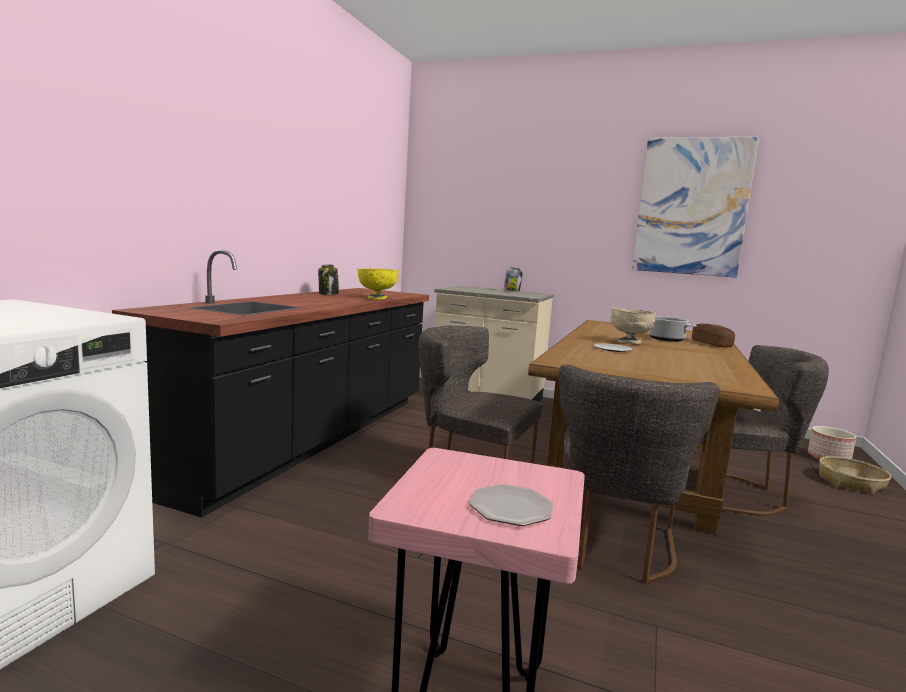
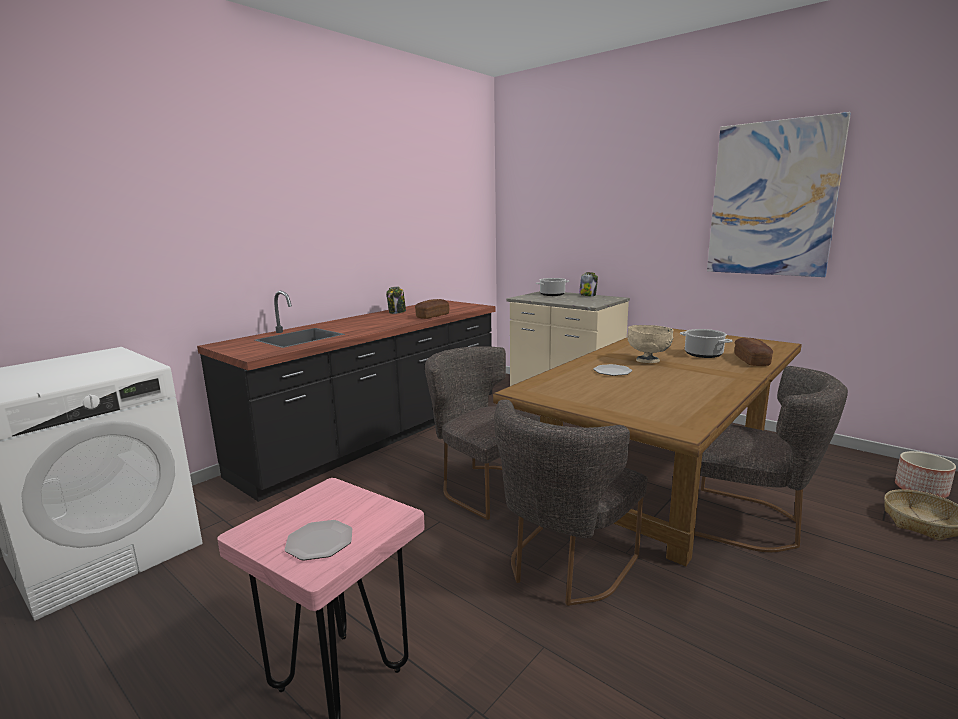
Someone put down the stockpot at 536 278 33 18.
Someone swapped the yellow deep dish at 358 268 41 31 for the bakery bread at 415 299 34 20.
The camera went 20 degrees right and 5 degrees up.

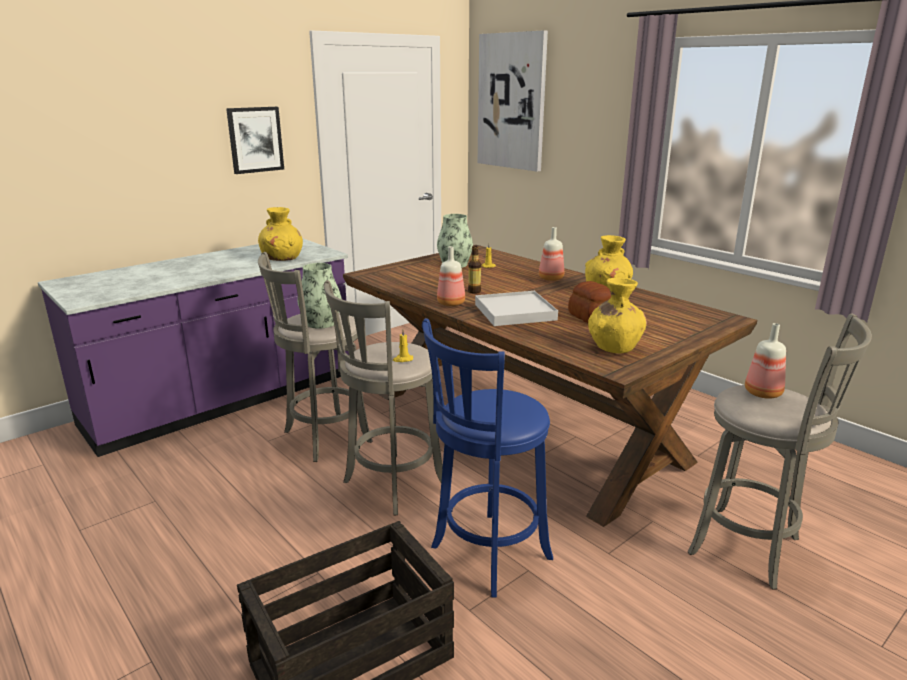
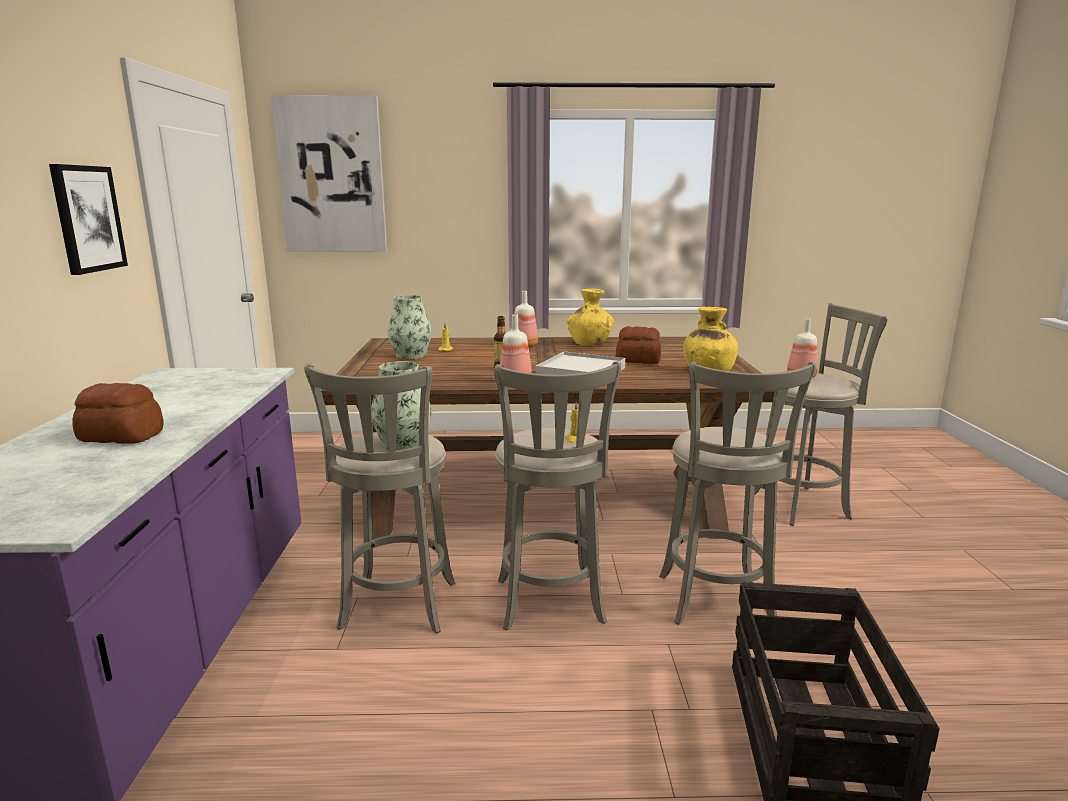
Someone took away the yellow flower vase at 258 207 45 54.
Someone put down the bakery bread at 72 383 91 61.
Someone repainted the blue-coloured sitting stool at 422 318 131 280, which became the grey sitting stool at 659 361 157 264.
The camera went 50 degrees left and 5 degrees down.

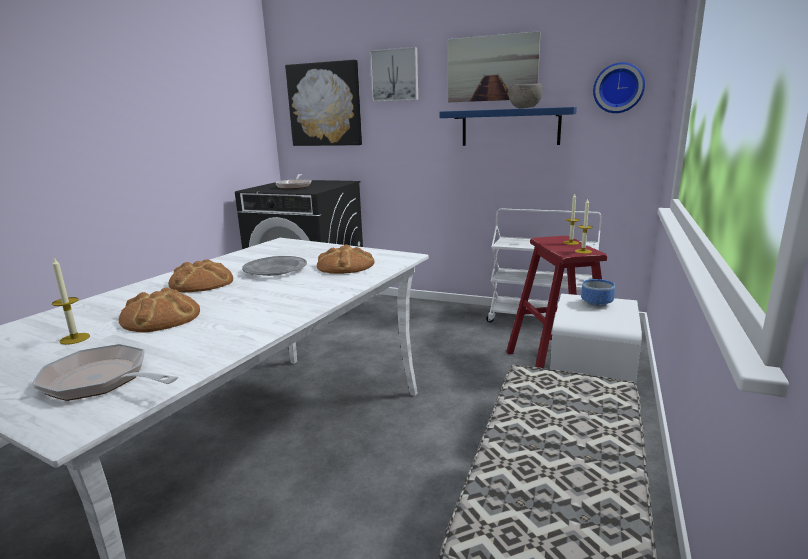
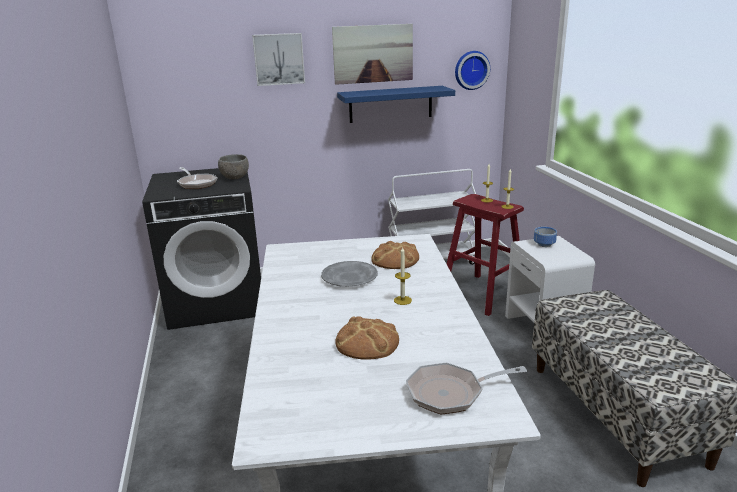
Someone took away the bakery bread at 168 259 65 34.
Someone took away the wall art at 285 60 77 86.
Someone carried the candle from 52 258 38 87 to 394 247 18 58.
Someone carried the grey deep dish from 508 83 35 25 to 218 154 31 25.
The camera went 35 degrees left and 5 degrees up.

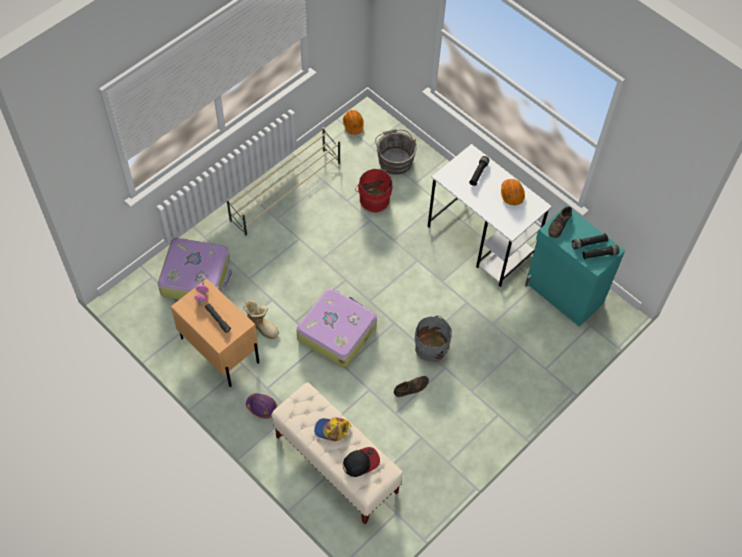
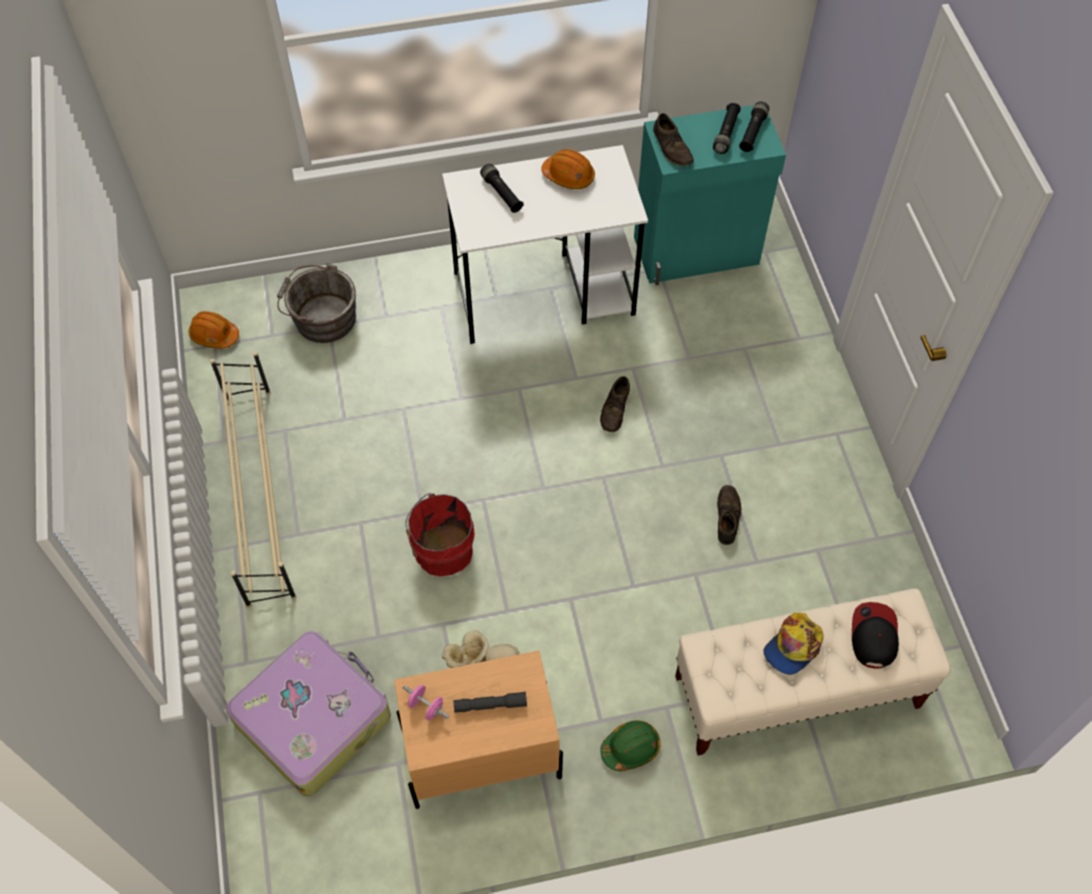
Someone took away the suitcase at 296 288 81 79.
Someone took away the grey bucket at 414 315 38 47.
Someone put down the brown-coloured item of footwear at 600 376 30 56.
Someone carried the red bucket from 355 169 38 44 to 405 493 70 84.
Someone repainted the purple hard hat at 246 393 31 26, which became the greenish hard hat at 600 720 61 51.
The camera went 55 degrees left and 0 degrees up.

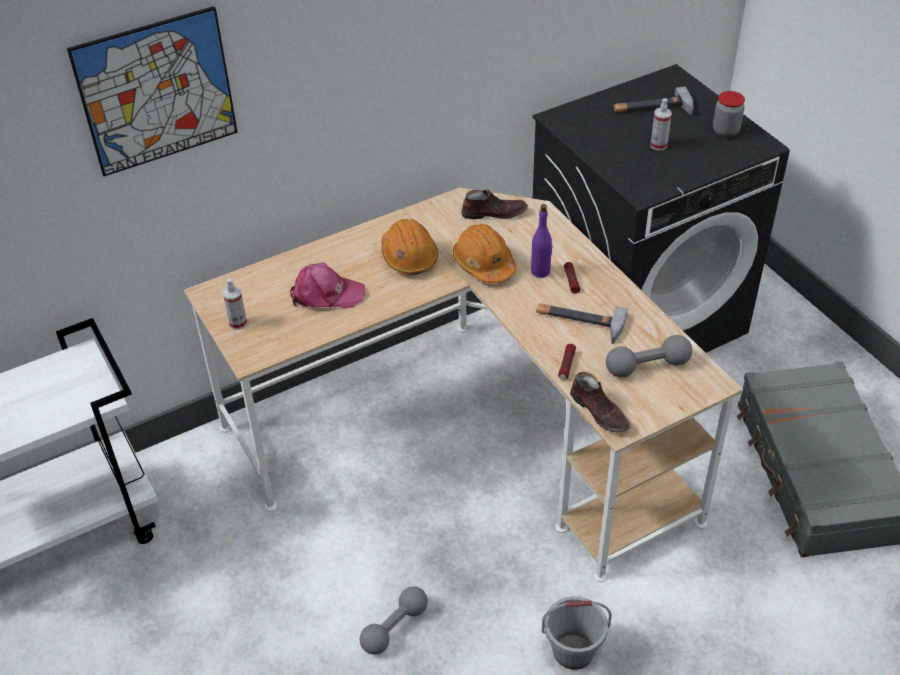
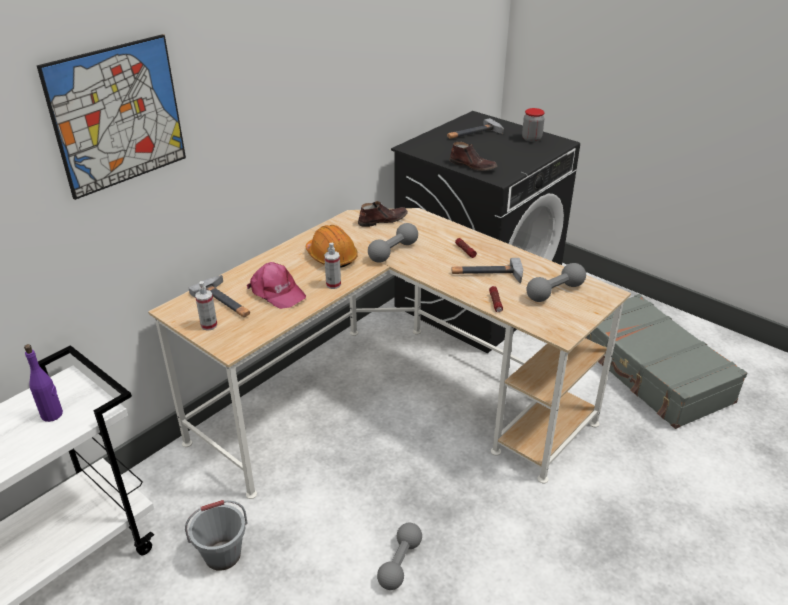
Someone put down the tool hammer at 189 275 61 42.
Someone carried the purple beverage bottle from 531 204 22 74 to 24 344 39 78.
Someone carried the grey bucket from 542 596 70 74 to 185 500 63 71.
Someone carried the brown-coloured item of footwear from 570 372 60 61 to 449 142 48 29.
Someone carried the sprayer from 651 99 21 52 to 324 243 17 46.
Someone swapped the orange-coloured hard hat at 453 224 63 59 for the grey dumbbell at 368 223 50 40.
Someone rotated the pink-coloured peaked cap at 290 263 75 45 by 60 degrees clockwise.
The camera went 20 degrees left and 10 degrees down.

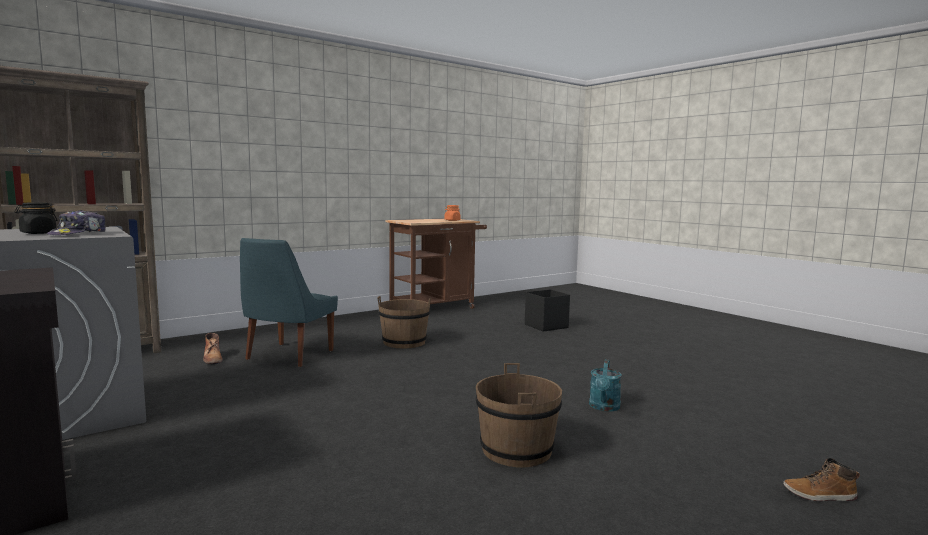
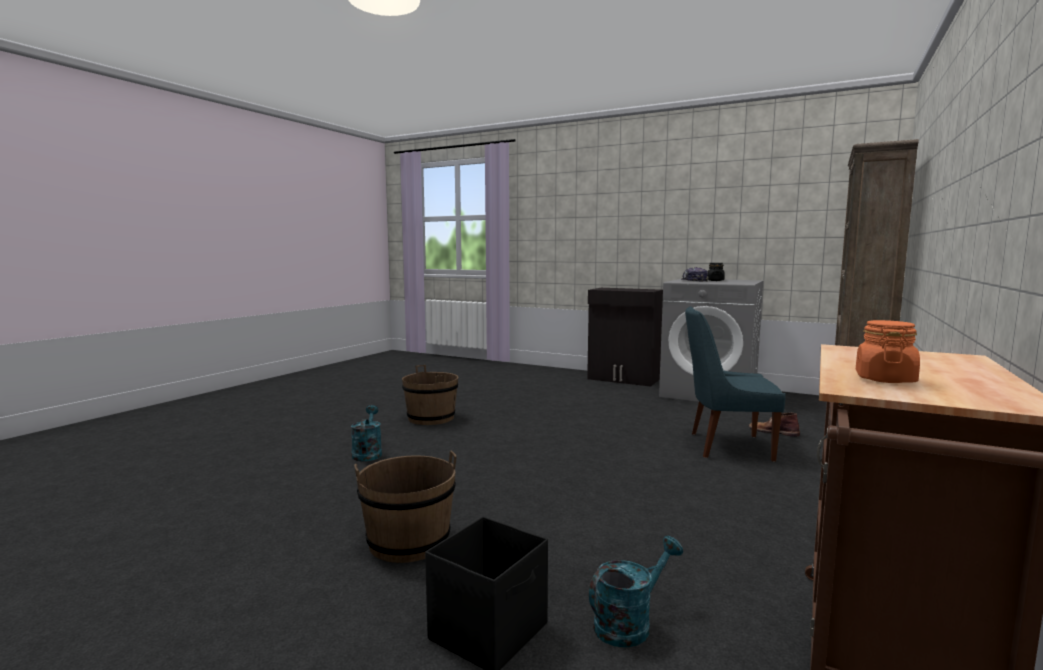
Someone took away the high-top boot at 783 458 77 43.
Someone put down the turquoise-coloured watering can at 589 536 94 111.
Someone carried the brown-coloured bucket from 378 296 53 52 to 354 450 103 113.
Someone rotated the blue-coloured upright chair at 240 238 98 129 by 75 degrees counterclockwise.
The camera went 155 degrees right and 0 degrees up.

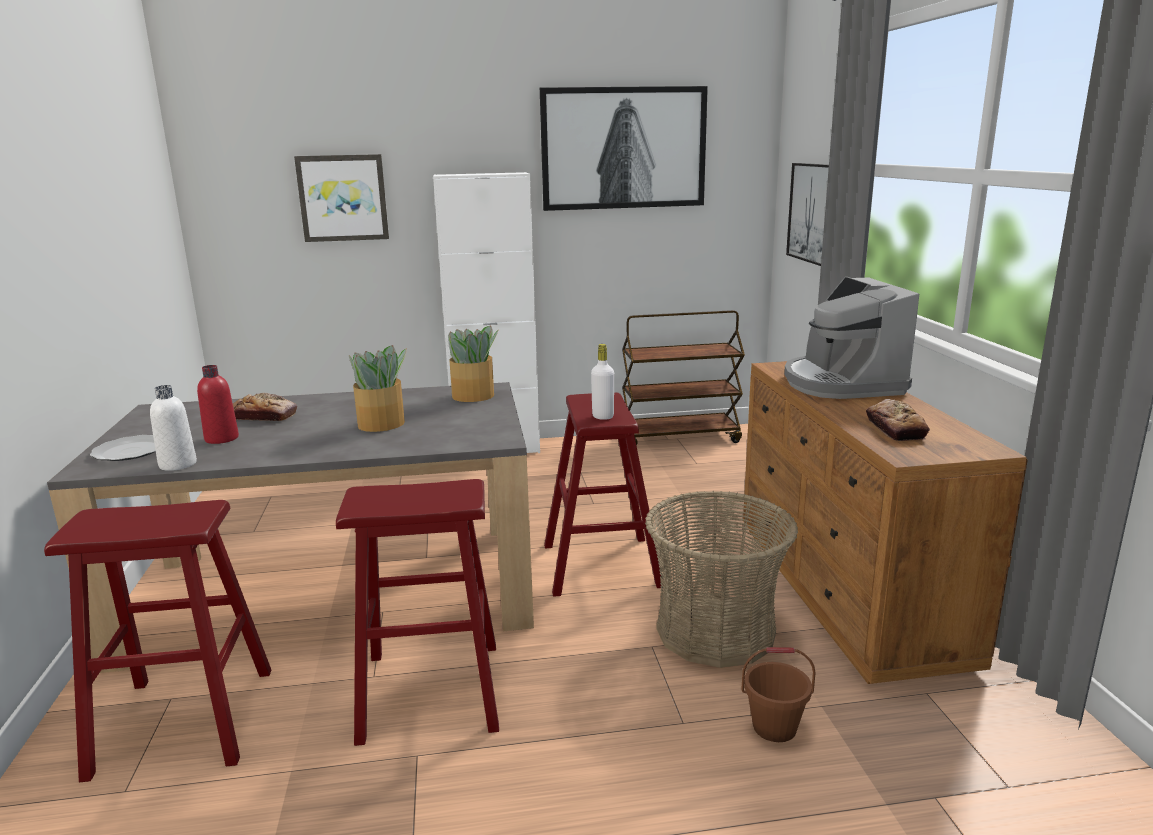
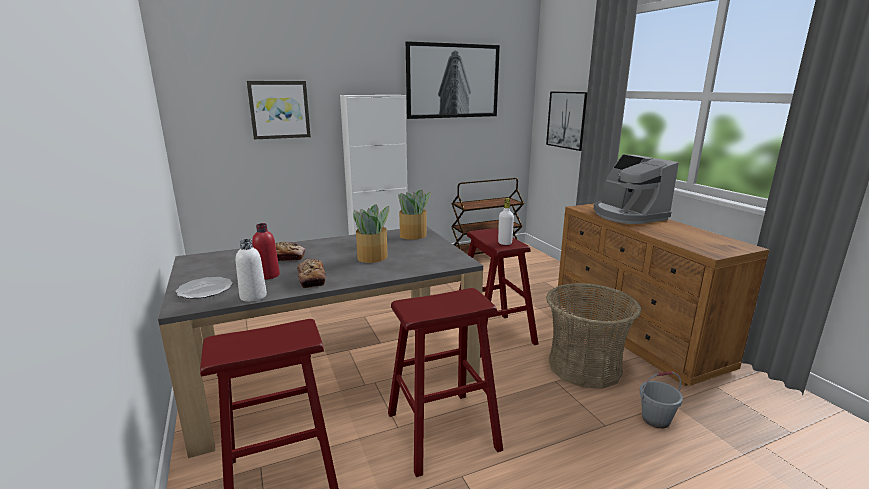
Someone carried the bakery bread from 866 399 64 42 to 297 259 29 29.
Someone repainted the brown-coloured bucket at 741 647 75 95, which became the grey bucket at 639 371 44 58.
The camera went 15 degrees left and 0 degrees up.

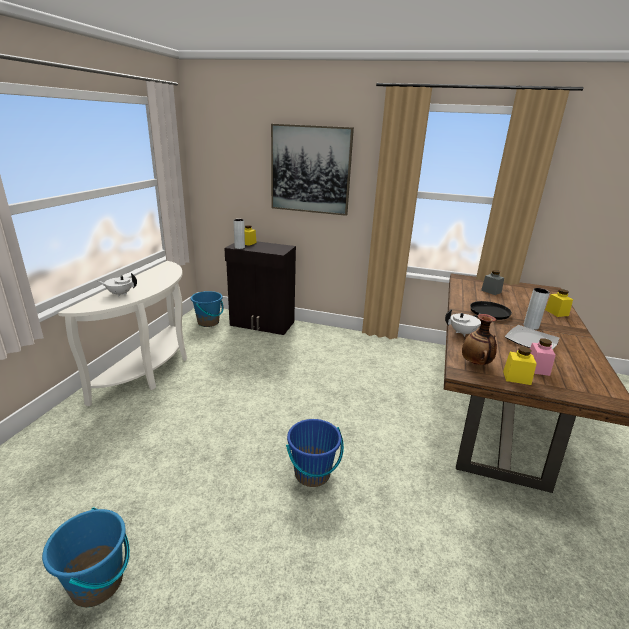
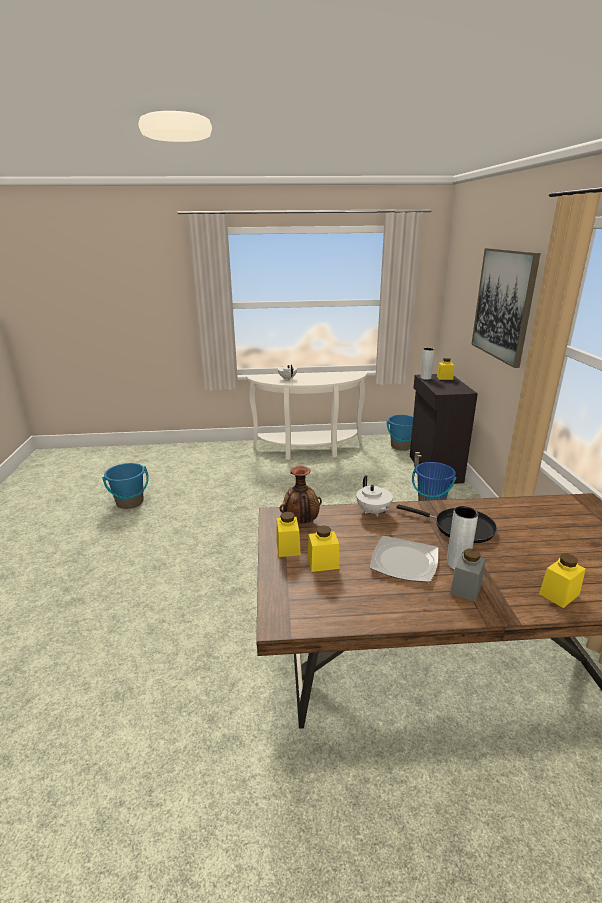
Someone carried the blue-coloured bucket from 286 419 58 68 to 412 462 45 39.
Someone carried the grey jar from 481 270 23 25 to 450 549 35 53.
Someone repainted the pink-coloured jar at 530 338 26 38, which became the yellow jar at 307 525 33 47.
The camera went 70 degrees right and 0 degrees up.

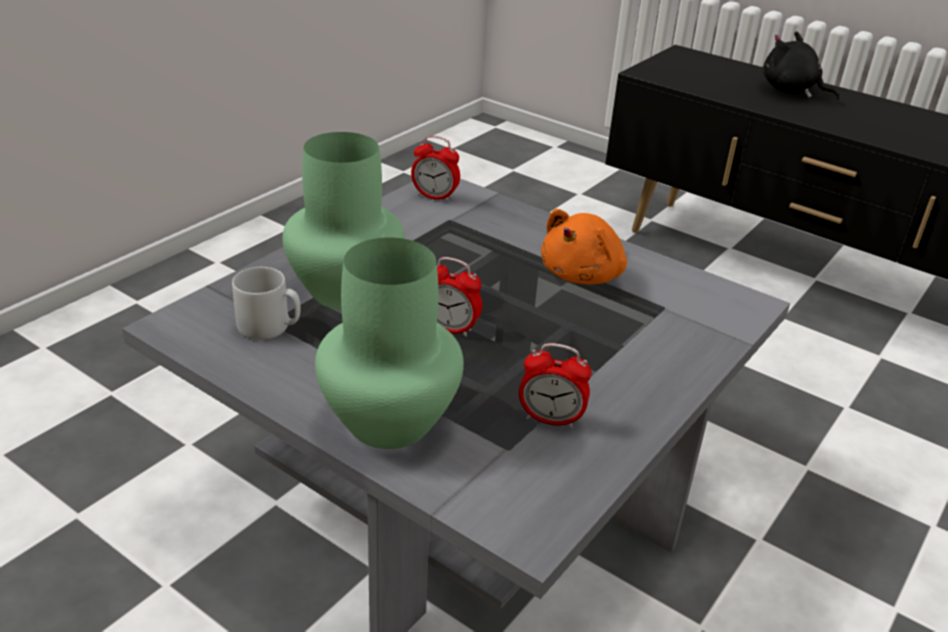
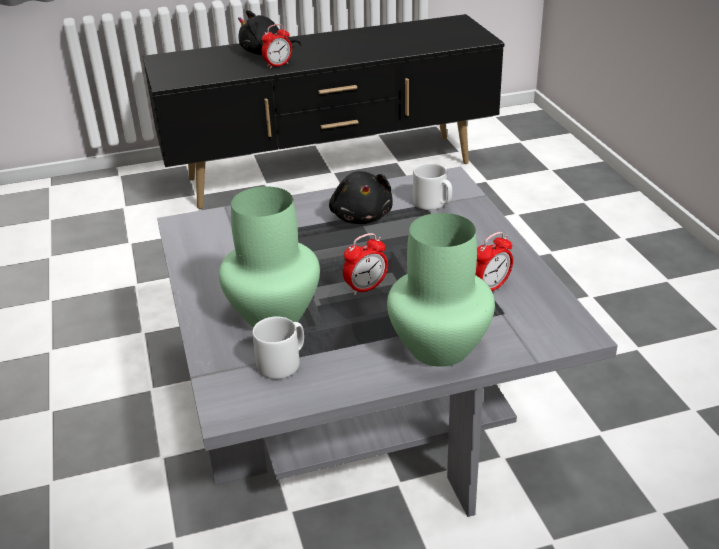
Someone put down the grey coffee mug at 413 163 39 47.
Someone carried the table clock from 411 135 49 67 to 262 24 30 45.
Someone repainted the orange-coloured plush toy at 541 209 86 76, which became the black-coloured plush toy at 329 171 64 53.
The camera went 50 degrees left and 0 degrees up.

